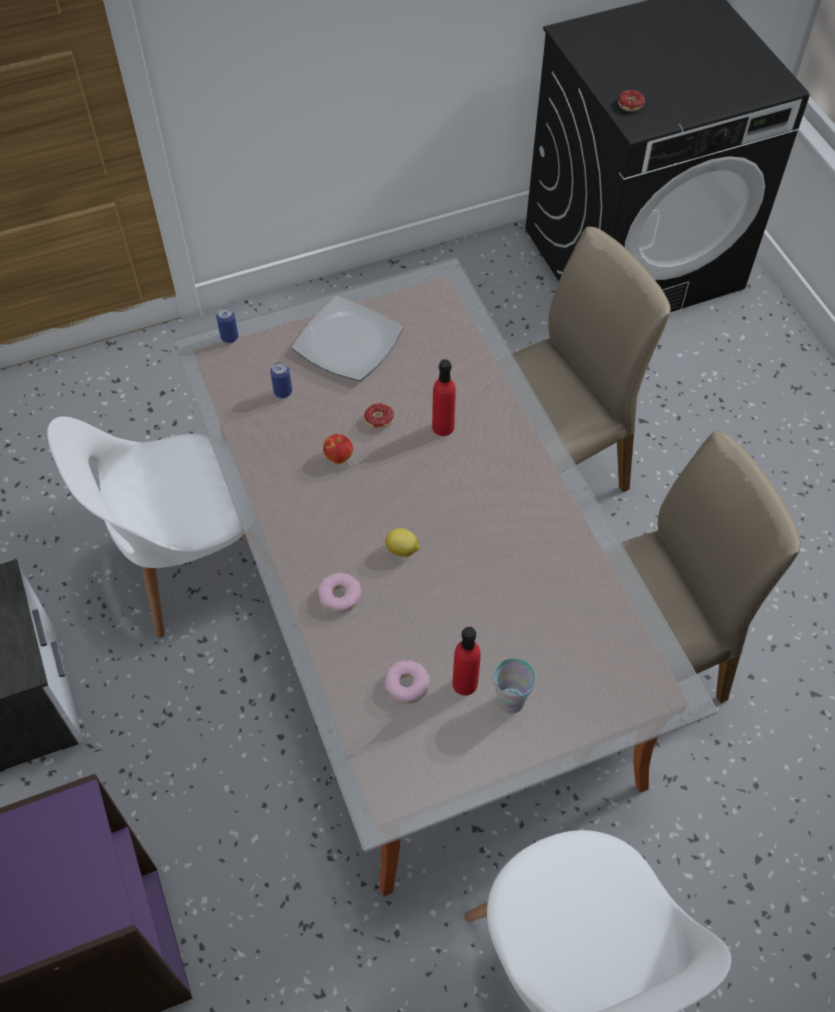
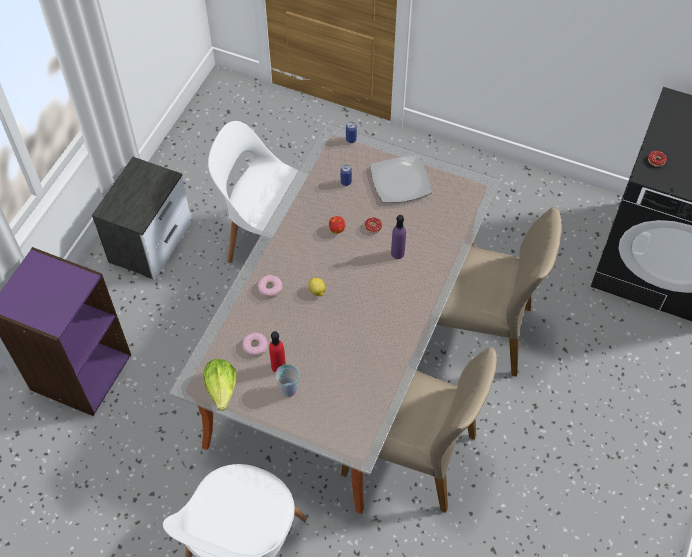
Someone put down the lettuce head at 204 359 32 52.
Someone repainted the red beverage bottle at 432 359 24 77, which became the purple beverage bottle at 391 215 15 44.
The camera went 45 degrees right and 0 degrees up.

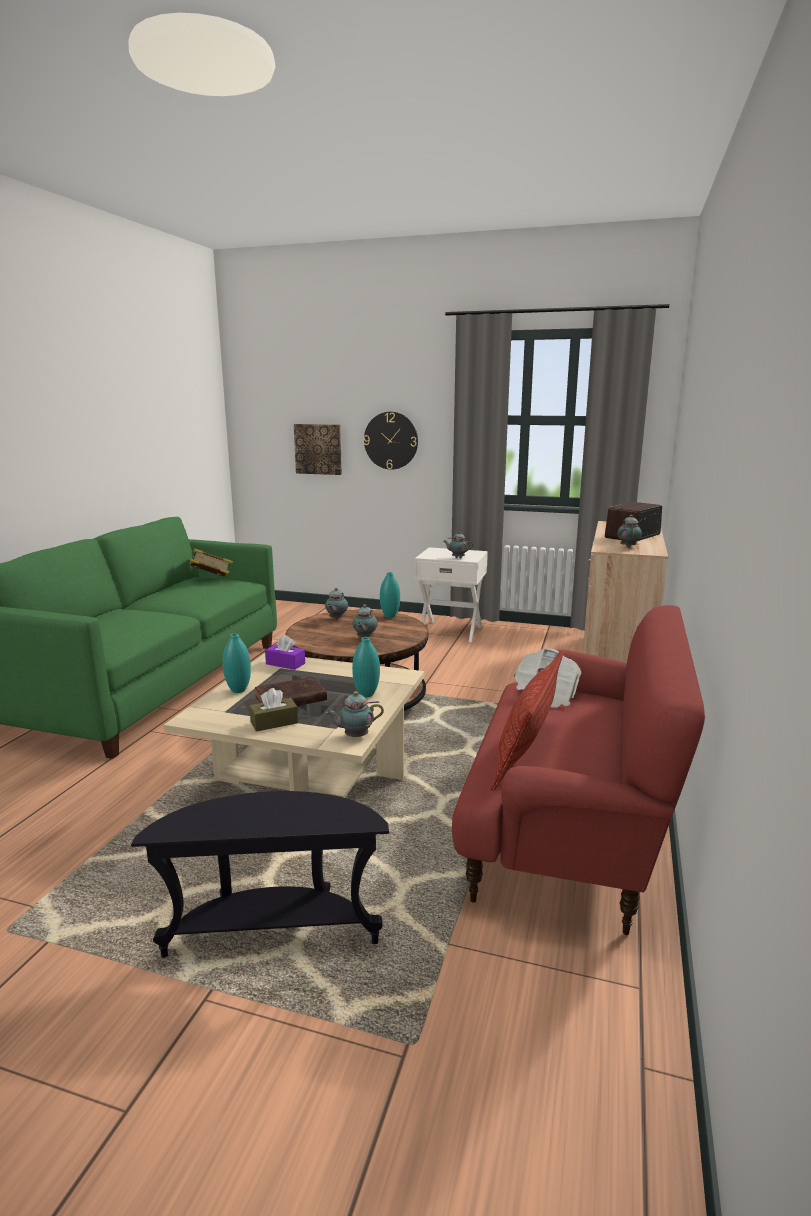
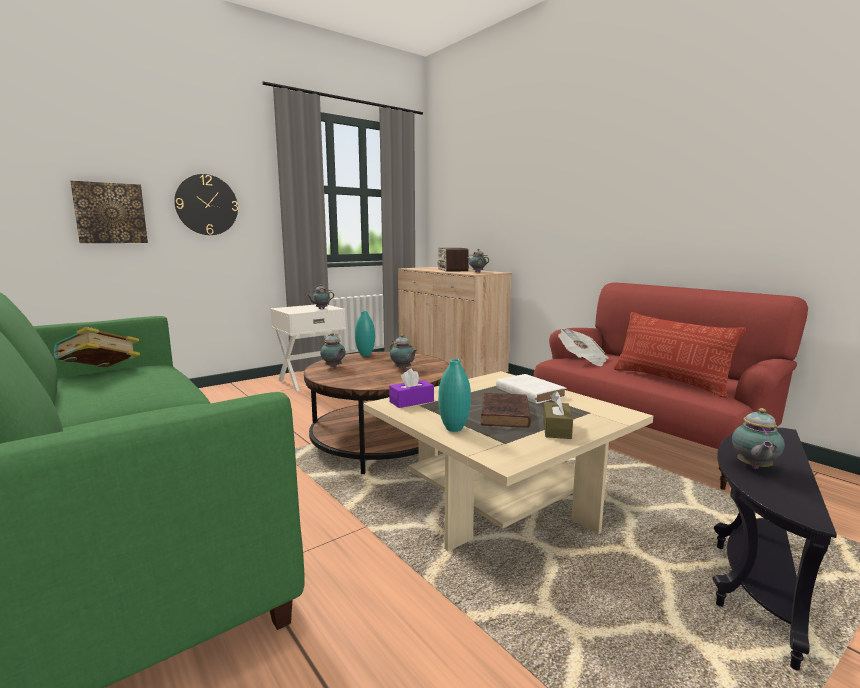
Someone carried the teapot from 326 691 58 46 to 732 408 53 61.
Someone swapped the turquoise-coloured flower vase at 352 637 28 60 for the white volume at 496 374 70 30.
The camera went 55 degrees left and 5 degrees down.

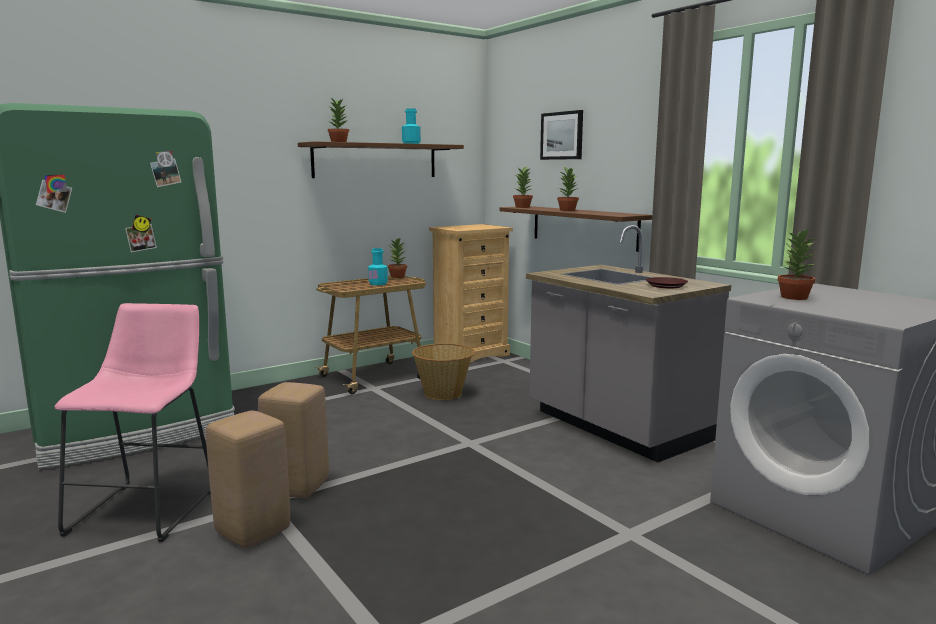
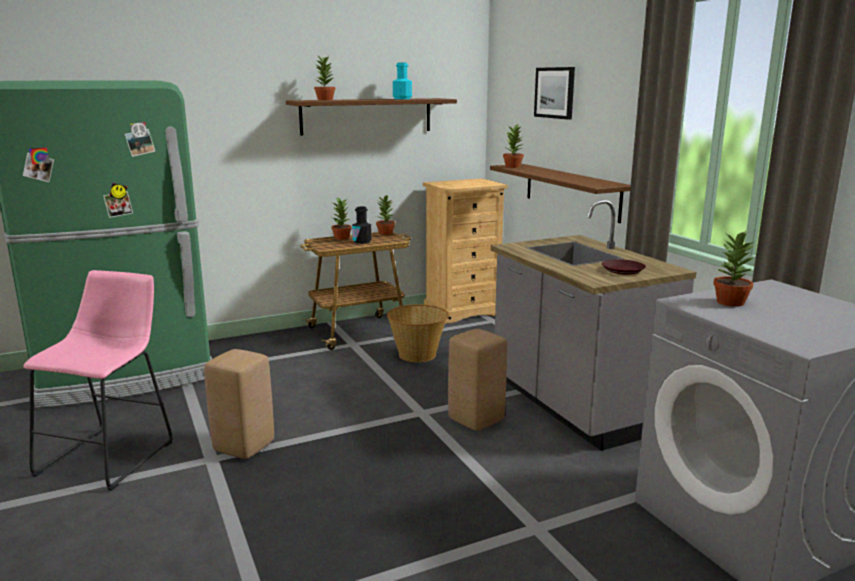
Someone carried the beige sitting stool from 206 411 84 137 to 448 329 59 102.
Someone carried the houseplant from 557 167 22 44 to 331 197 21 43.
Someone repainted the turquoise-coloured beverage bottle at 368 248 20 37, which became the black-coloured beverage bottle at 352 206 20 38.
The camera went 10 degrees right and 5 degrees up.

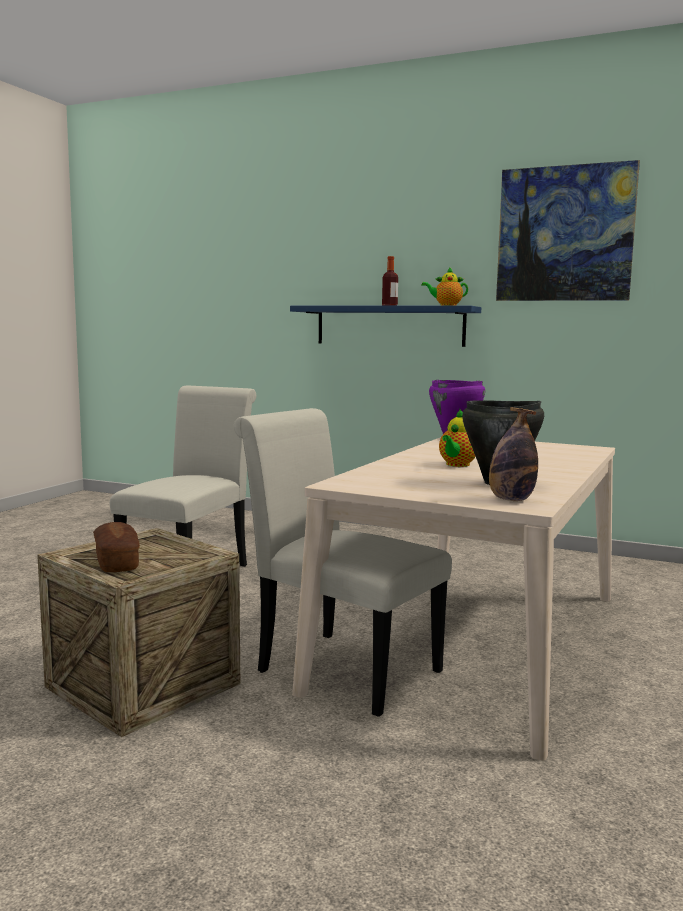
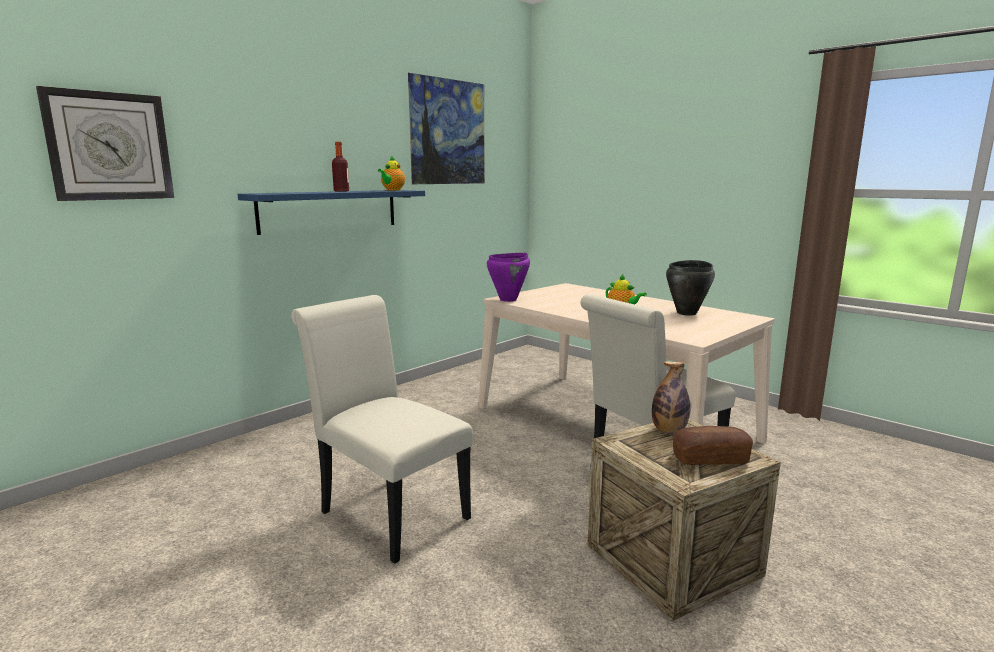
Someone put up the hanging clock at 36 86 138 115.
Someone carried the beverage bottle from 489 407 49 94 to 652 361 38 72.
The camera went 70 degrees left and 5 degrees up.

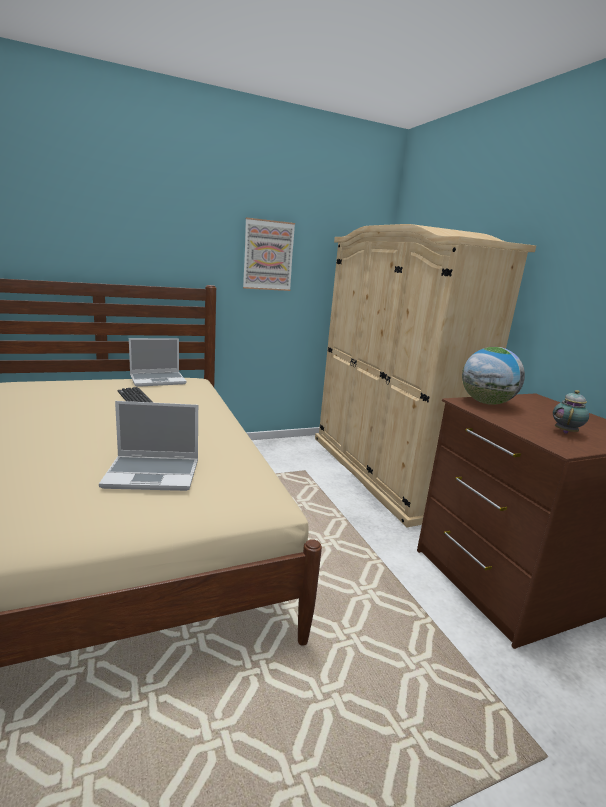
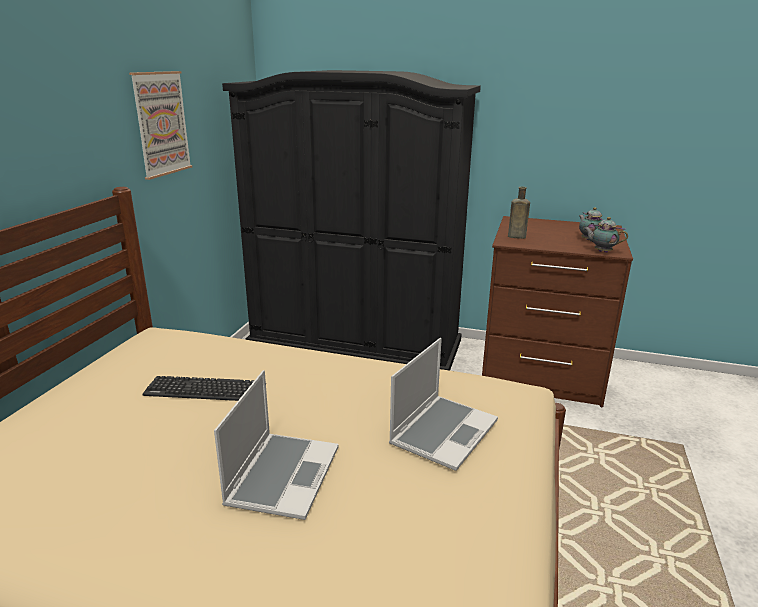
Someone put down the teapot at 583 217 45 36.
Someone carried the laptop from 129 338 57 49 to 214 370 125 150.
Someone swapped the desk globe at 462 347 63 58 for the brown-coloured beverage bottle at 508 186 22 53.
Someone repainted the beige clothes cupboard at 315 224 221 303, which became the black-coloured clothes cupboard at 222 70 259 301.
The camera went 50 degrees left and 5 degrees up.

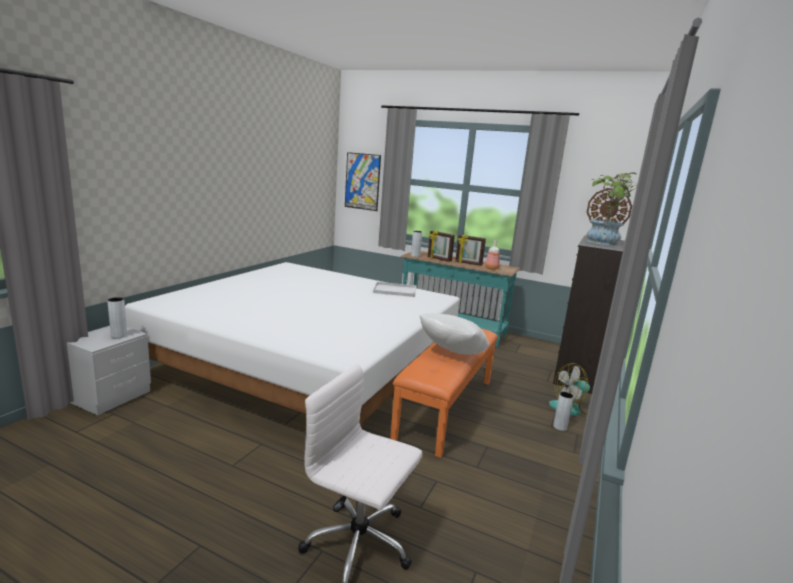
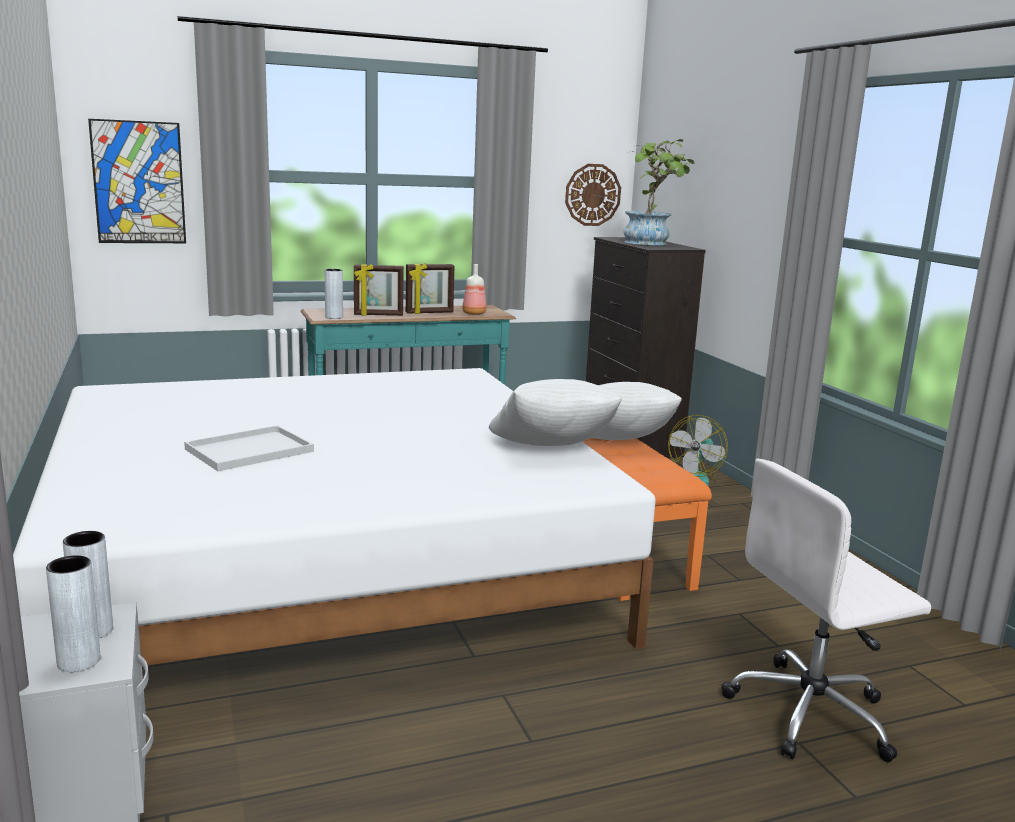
Someone put down the white cushion at 489 379 133 67.
Someone carried the white tray from 373 282 43 15 to 184 425 130 46.
Someone carried the grey flower vase from 553 392 21 39 to 46 555 54 117.
The camera went 45 degrees left and 0 degrees up.

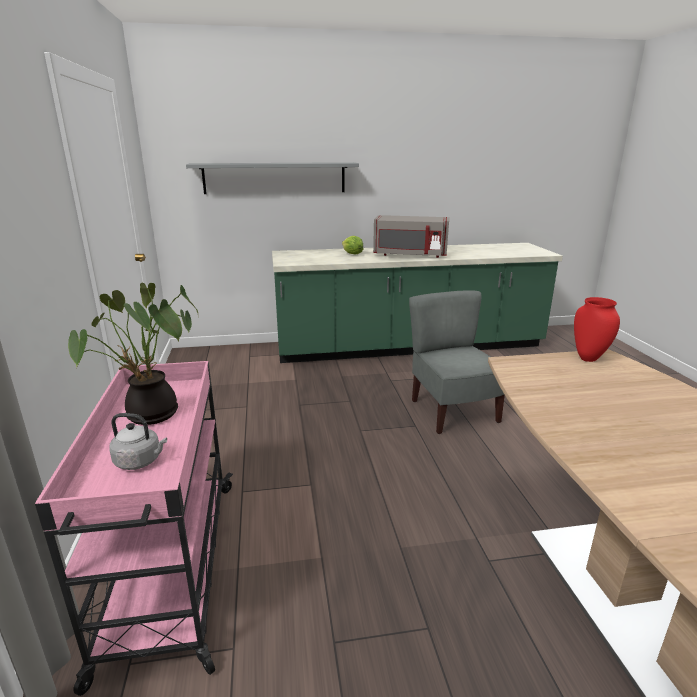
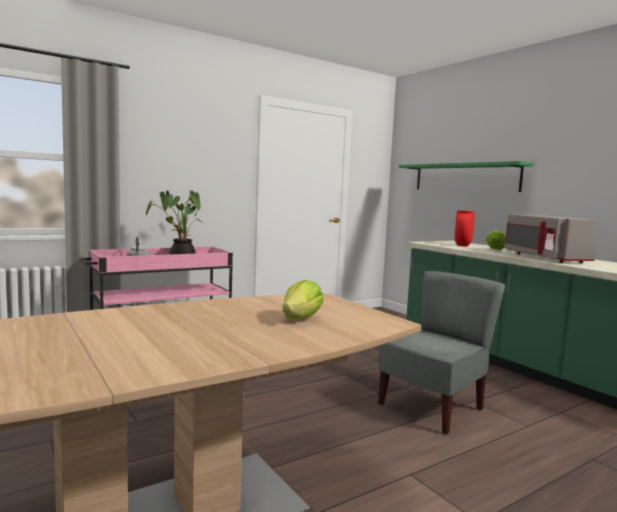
Someone put down the lettuce head at 283 280 40 39.
Someone carried the red flower vase from 574 297 46 65 to 455 210 20 36.
Someone repainted the grey shelf at 186 162 173 32, which became the greenish shelf at 398 161 136 31.
The camera went 65 degrees right and 15 degrees down.

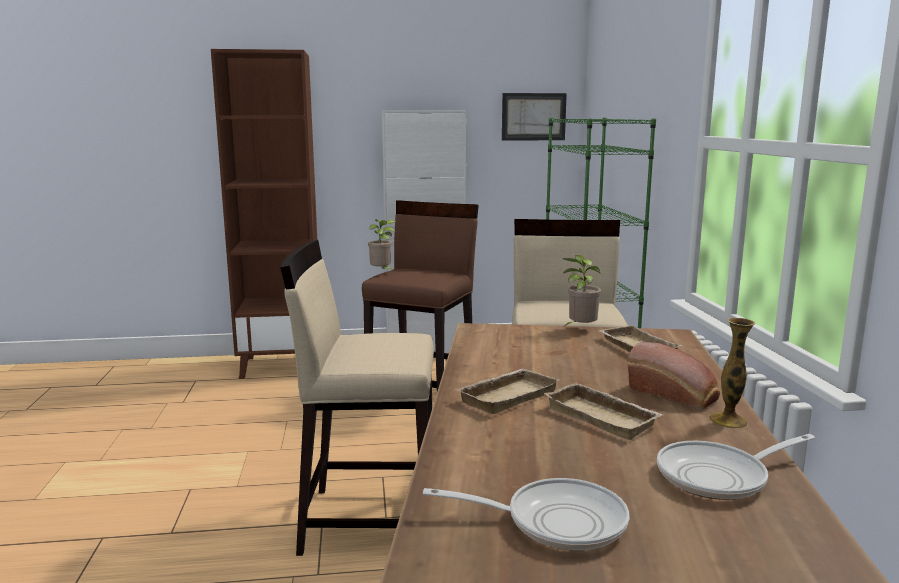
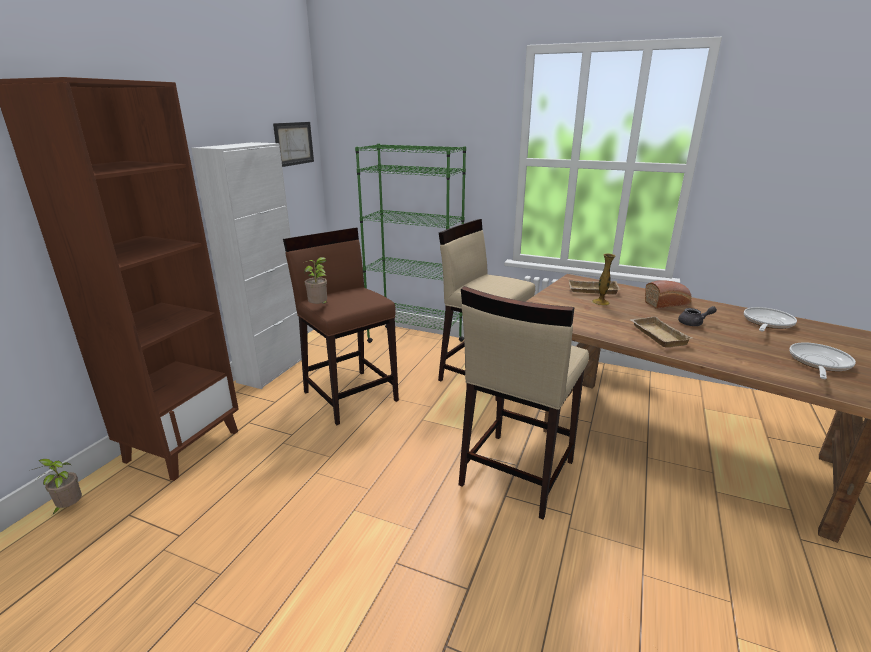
Someone carried the houseplant from 562 255 39 73 to 29 459 53 56.
Someone carried the flower vase from 709 318 46 111 to 592 254 24 51.
Someone swapped the beige tray at 544 382 119 58 for the grey teapot at 678 306 39 20.
Someone rotated the pan at 657 434 158 66 by 150 degrees counterclockwise.
The camera went 60 degrees left and 10 degrees up.

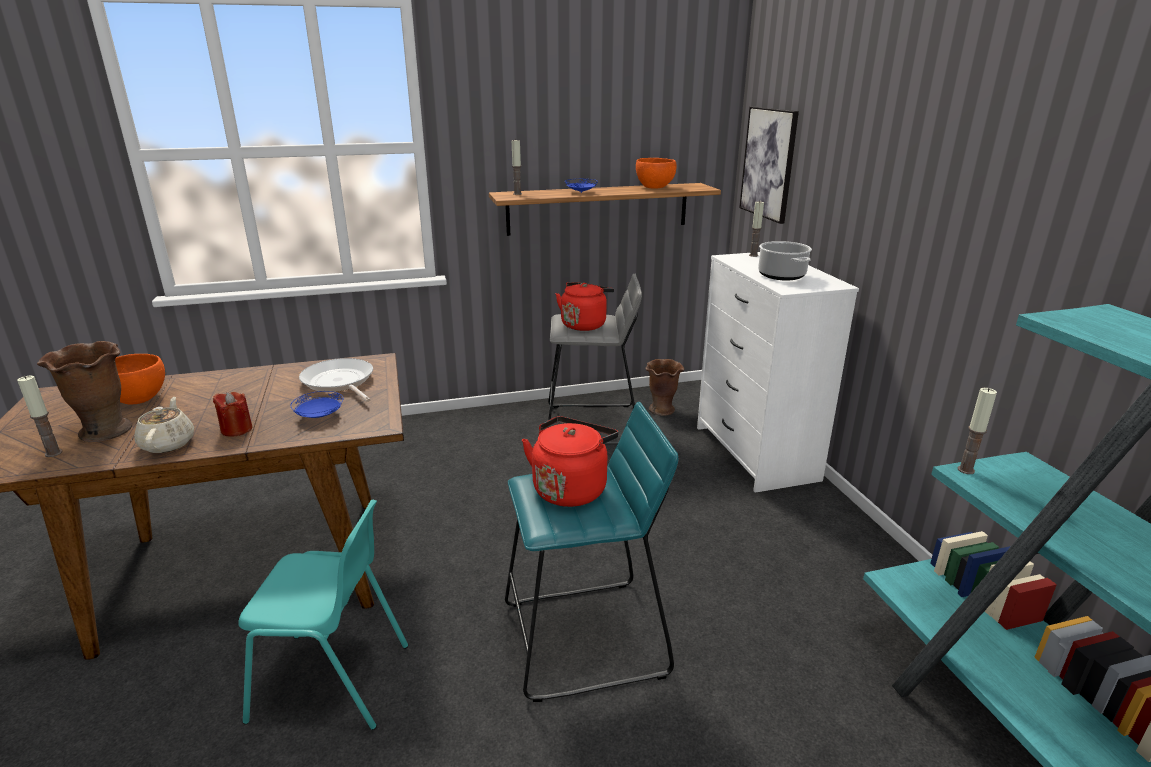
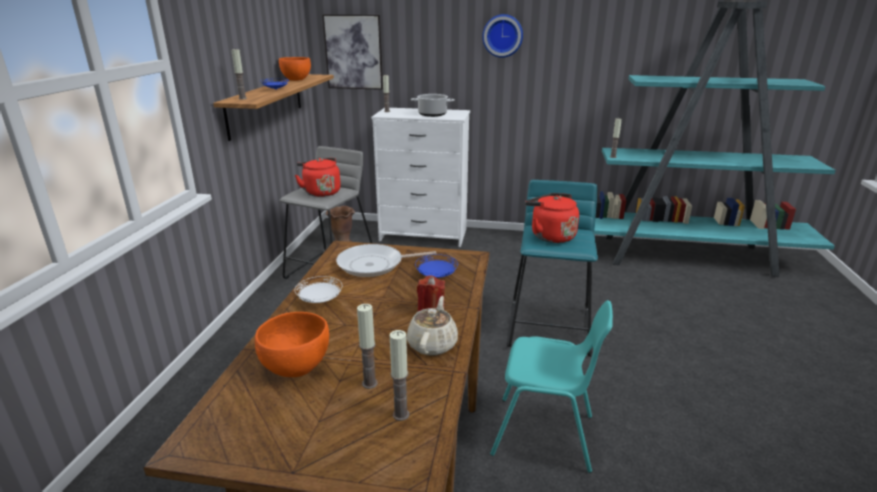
Someone put down the white dinner plate at 295 276 47 27.
Someone put up the hanging clock at 482 14 41 44.
Someone swapped the brown-coloured flower vase at 37 341 95 101 for the candle at 357 304 21 85.
Someone rotated the beige teapot at 134 397 60 56 by 90 degrees clockwise.
Someone rotated the turquoise-coloured upright chair at 238 500 170 230 by 75 degrees clockwise.
The camera went 65 degrees left and 0 degrees up.

